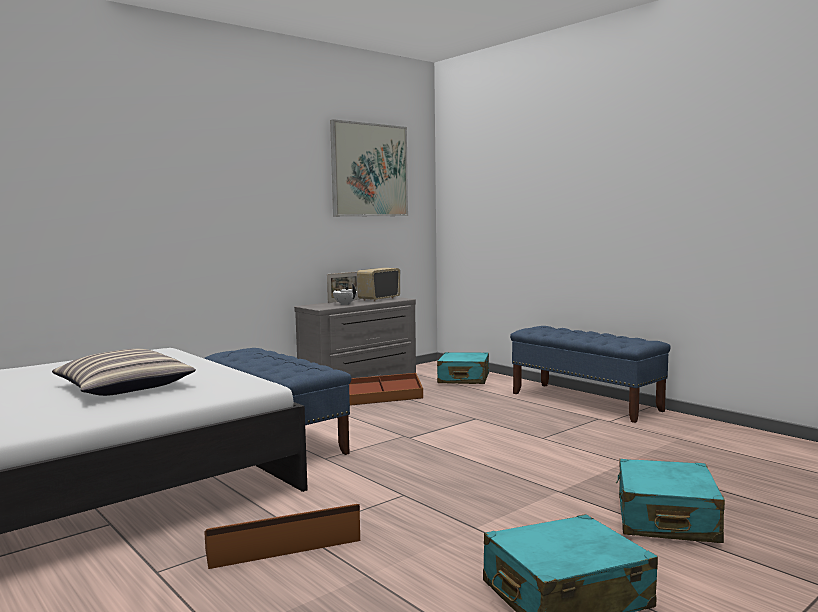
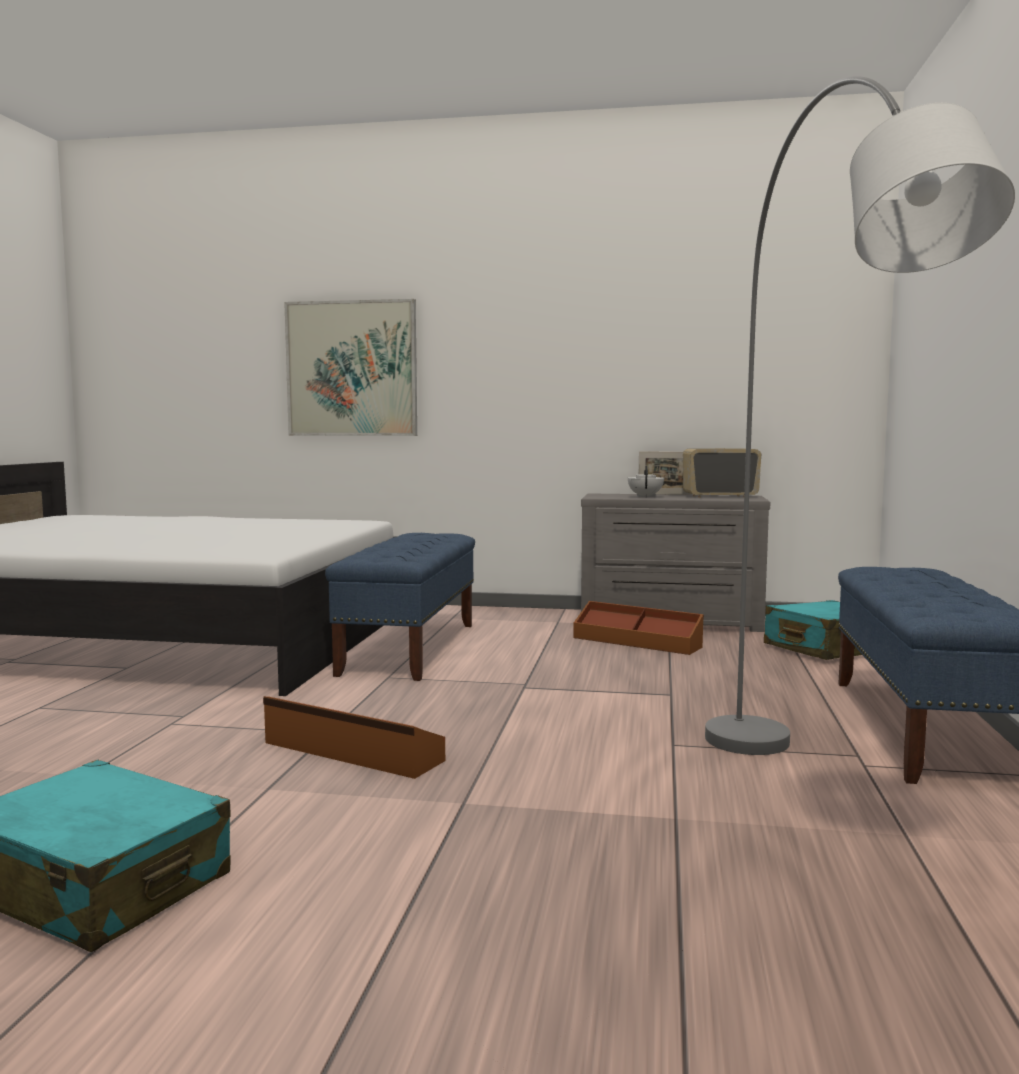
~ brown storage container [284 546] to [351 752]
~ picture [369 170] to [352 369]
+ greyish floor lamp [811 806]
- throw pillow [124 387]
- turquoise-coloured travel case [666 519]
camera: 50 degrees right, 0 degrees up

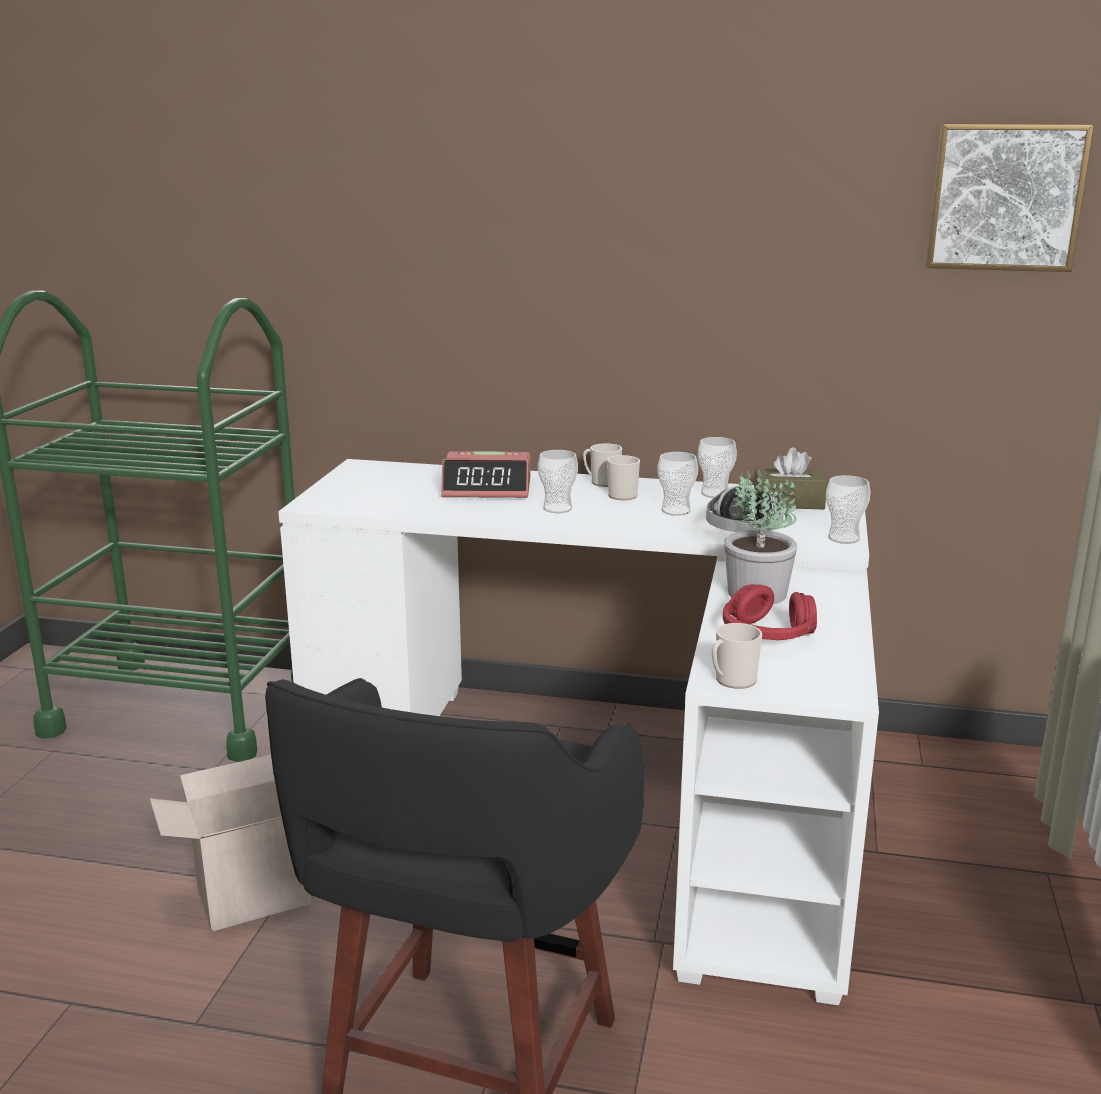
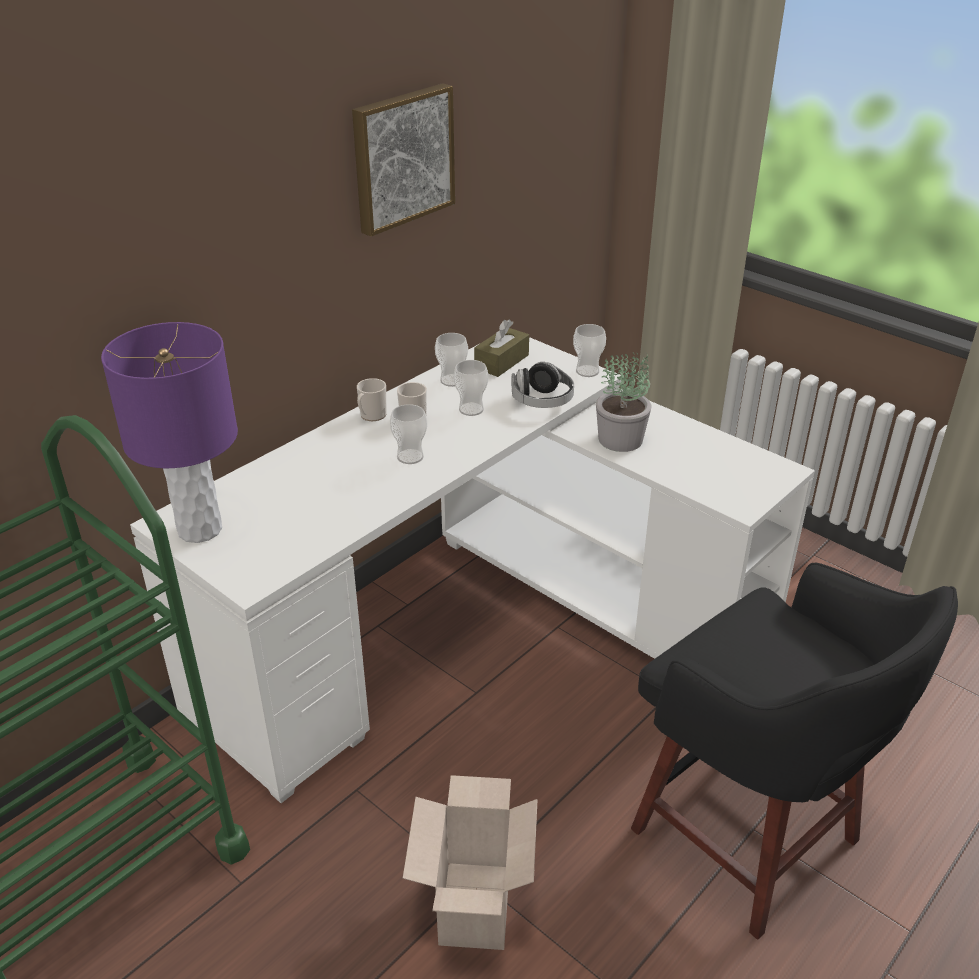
+ purple-coloured tabletop lamp [200 529]
~ picture [1005 197] to [401 157]
- alarm clock [487 488]
- mug [732 680]
- red pair of headphones [767 634]
camera: 60 degrees left, 15 degrees up

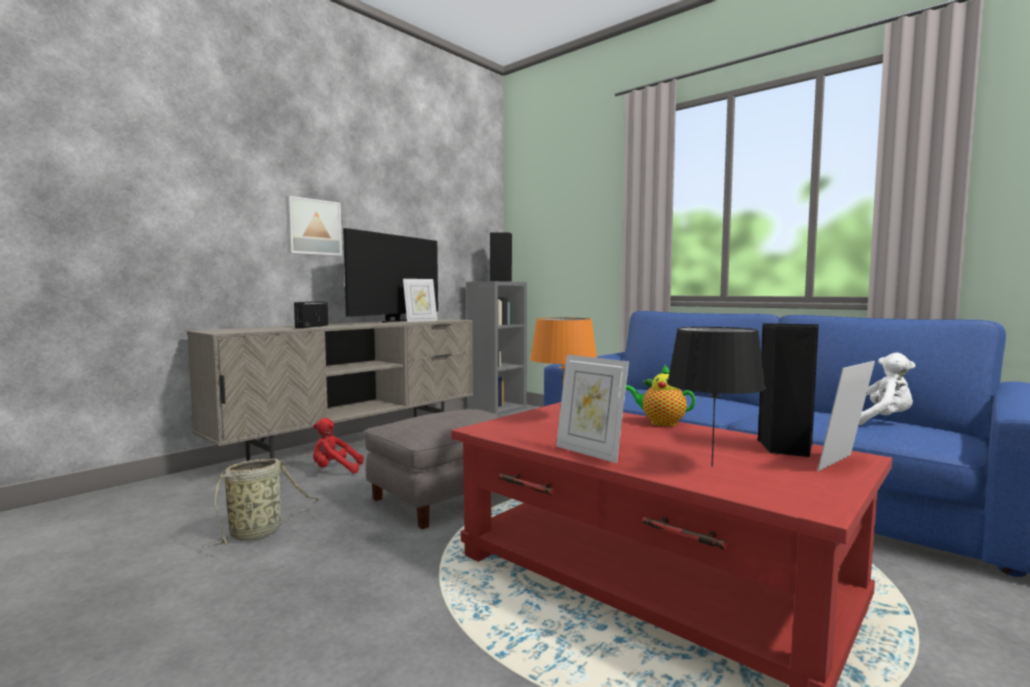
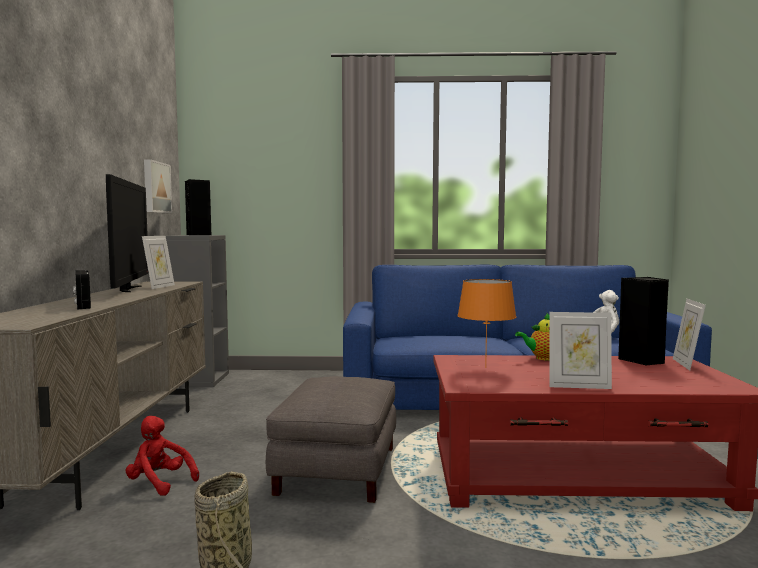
~ red cuddly toy [335 470] = [159 483] 75 degrees clockwise
~ picture [313 227] to [155 187]
- blackish tabletop lamp [713 466]
camera: 40 degrees left, 0 degrees up

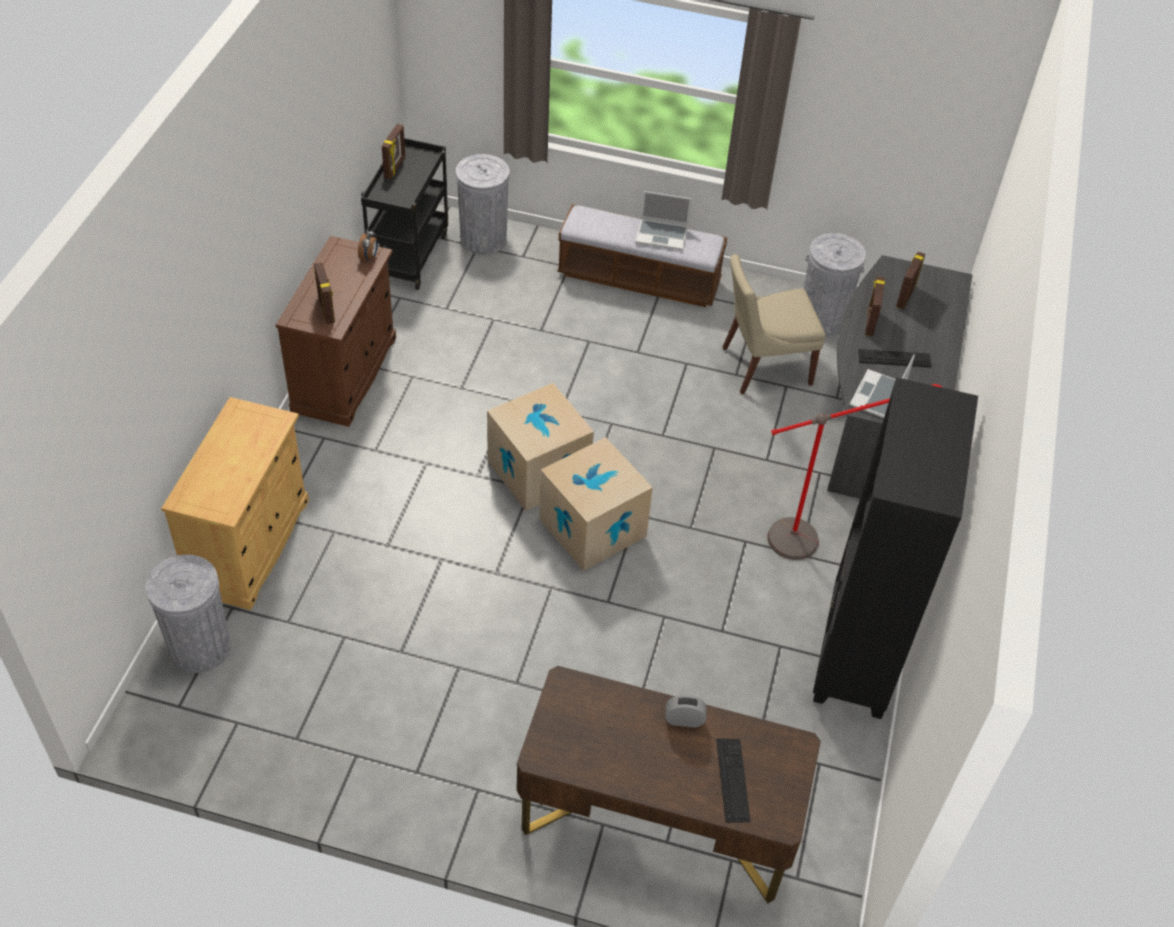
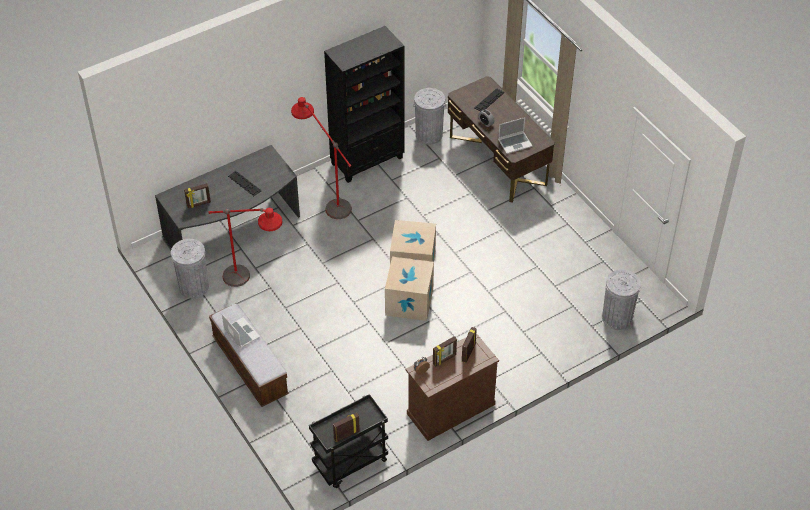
~ beige plain chair [763 366] to red floor lamp [252 283]
~ greyish trash can [483 239] to [429 135]
~ photo frame [870 322] to [444 360]
~ portable computer [878 397] to [515 143]
- beige cabinet [249 545]
camera: 135 degrees left, 0 degrees up

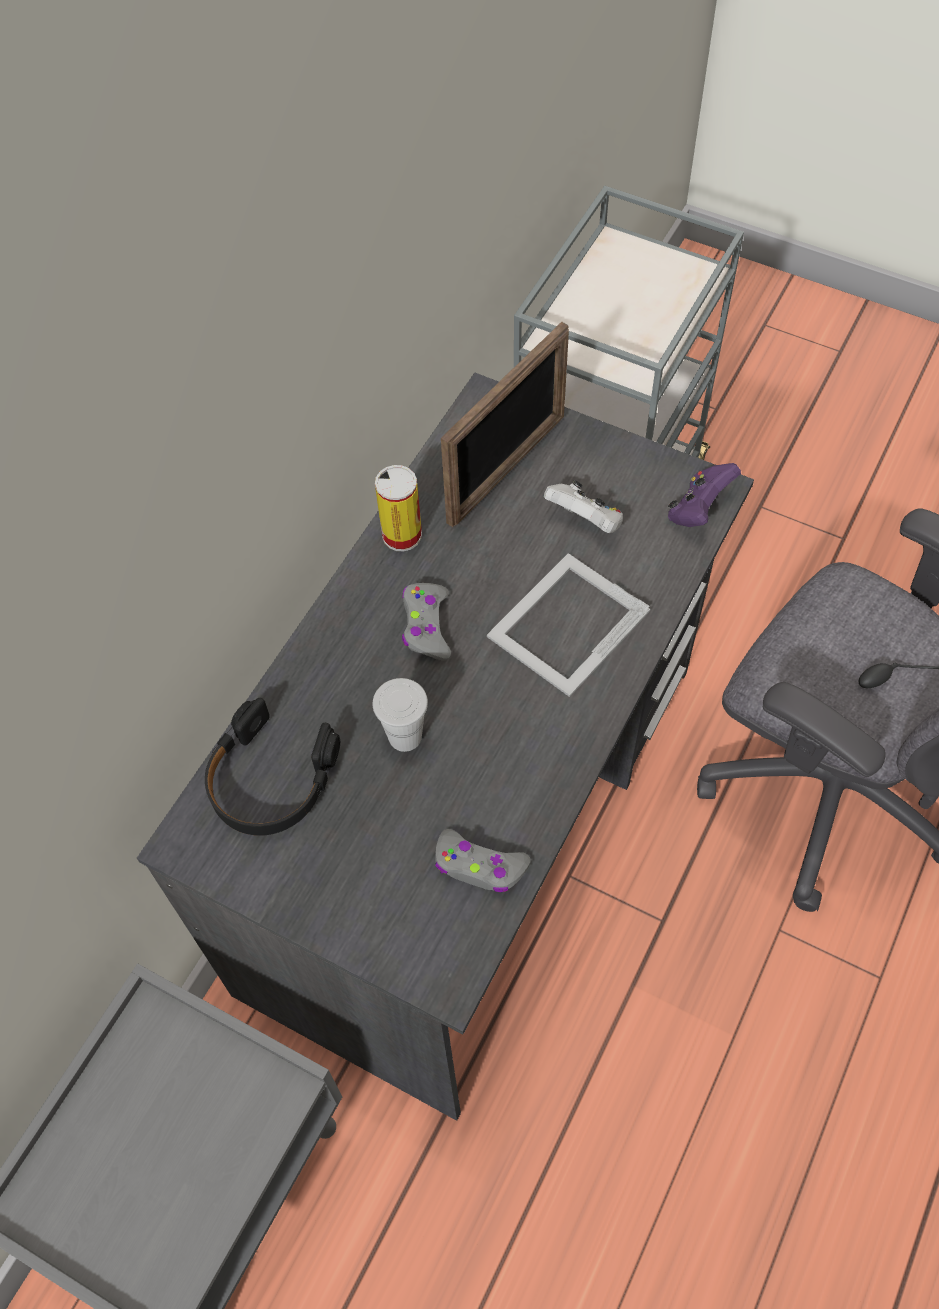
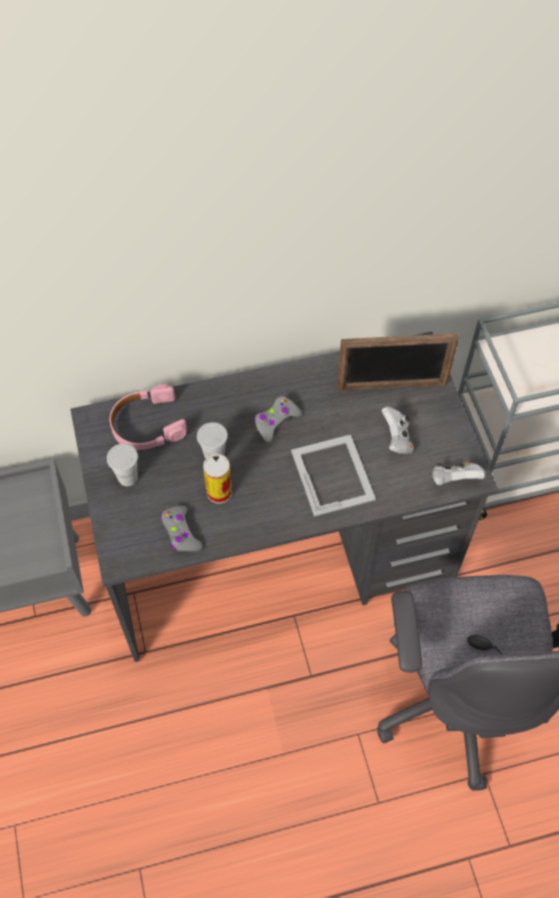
+ whitish small cup [127 478]
~ blackish pair of headphones [270 779] to pinkish pair of headphones [147 425]
~ metal can [402 535] to [219 492]
~ photo frame [566 624] = [333 474] 75 degrees clockwise
~ purple-coloured game controller [698 510] to whitish game controller [454 480]
camera: 45 degrees right, 0 degrees up

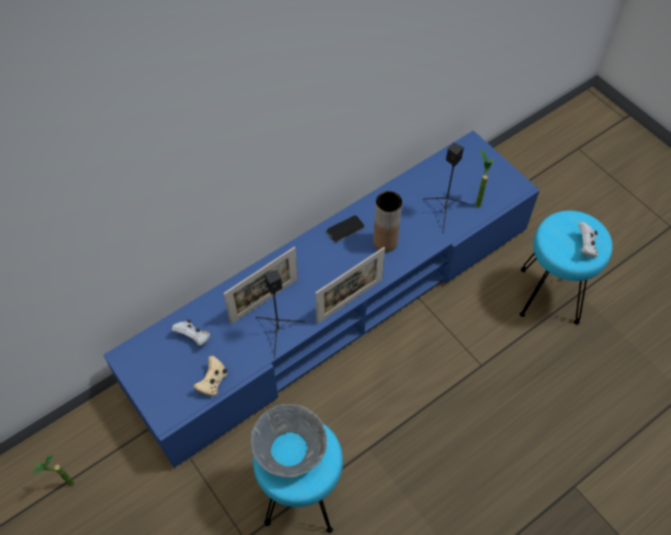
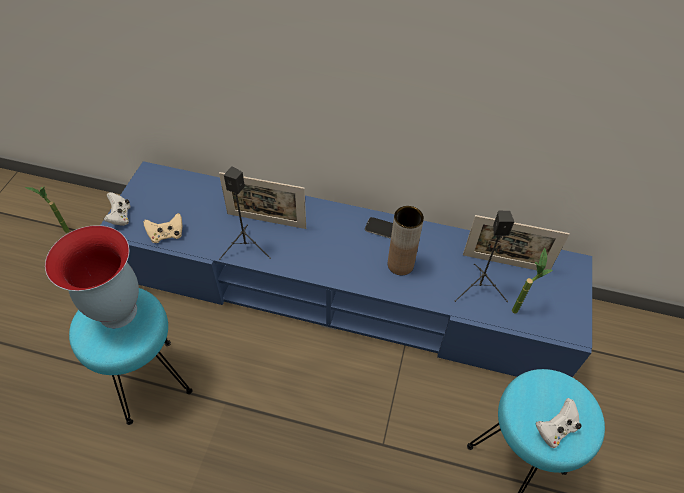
~ greyish serving bowl [290 450] to flower vase [117 313]
~ whitish game controller [194 337] to [120 216]
~ photo frame [349 301] to [505 263]
camera: 50 degrees right, 5 degrees down

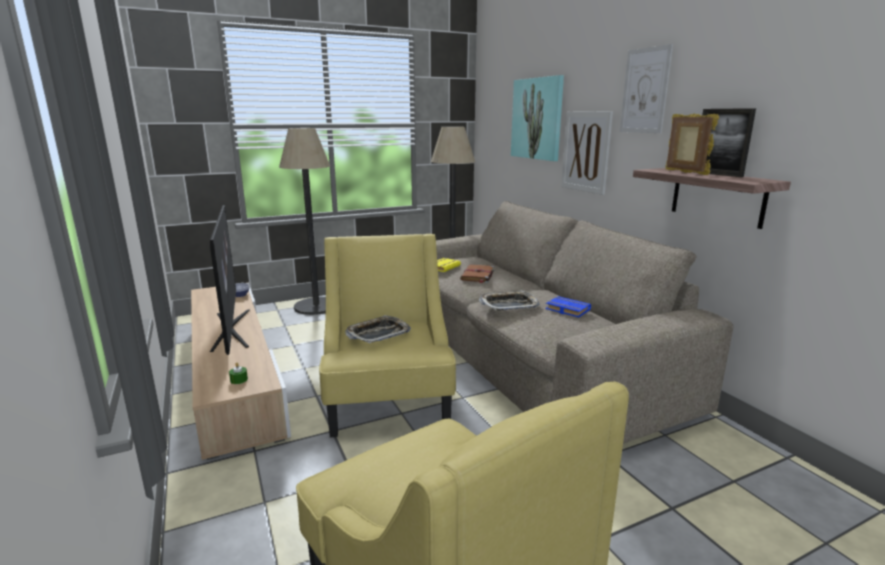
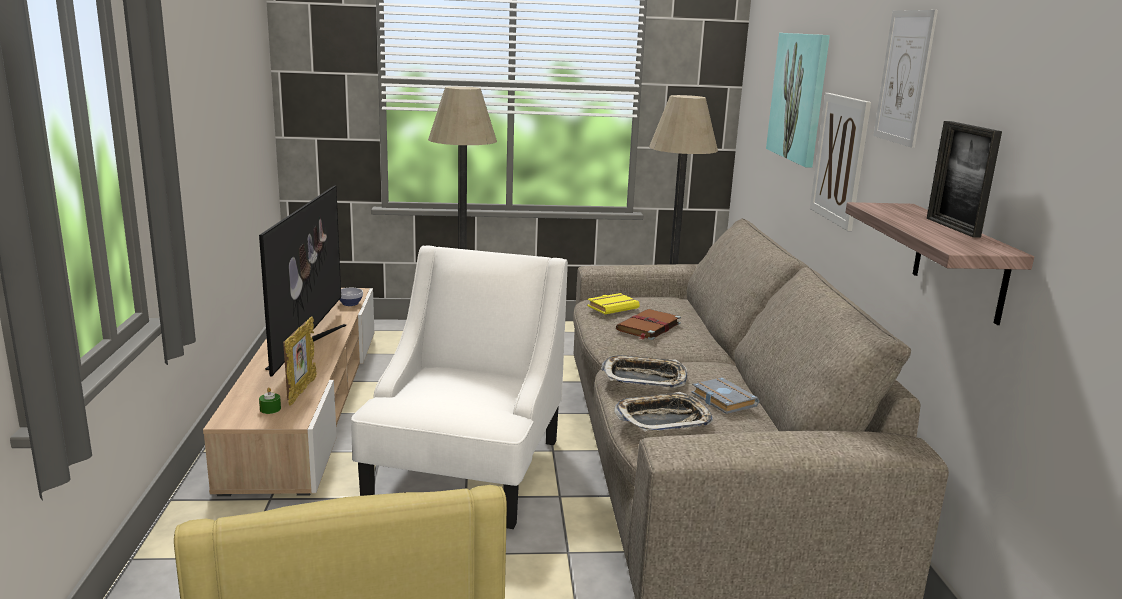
~ photo frame [684 173] to [301 391]
~ yellow-coloured easy chair [388 395] to whitish easy chair [466 470]
~ carrying tray [378 334] to [663 419]
~ bluish bound book [566 310] to greyish bound book [721 400]
camera: 20 degrees right, 0 degrees up

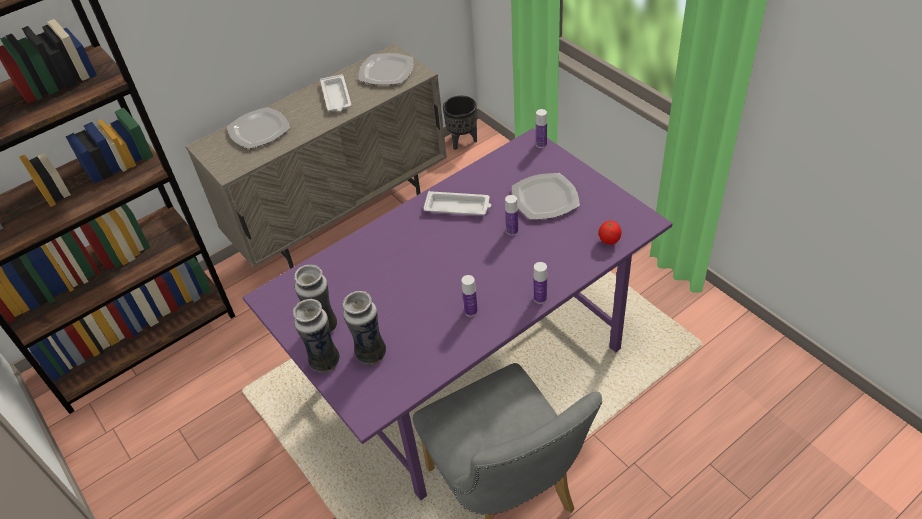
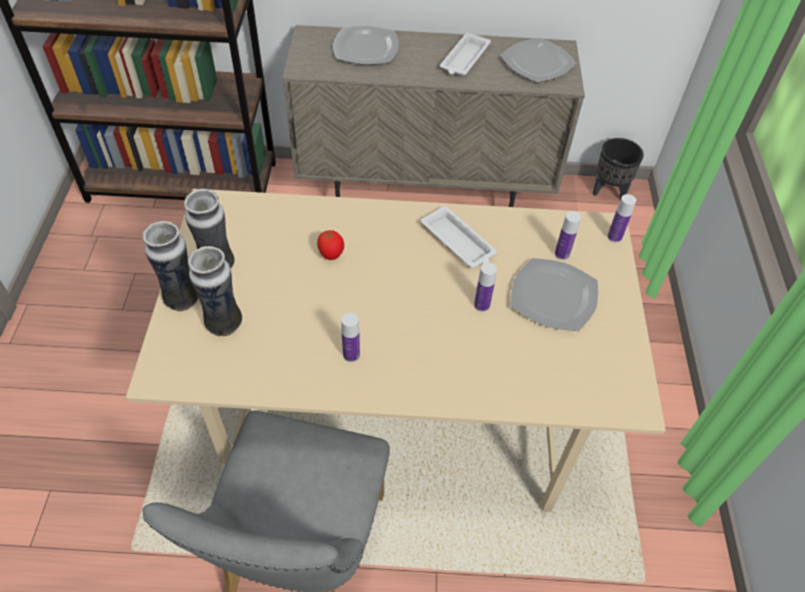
~ purple-coloured dining table [472 365] to beige dining table [399 408]
~ whole tomato [609 241] to [331 255]
~ beverage bottle [540 298] to [562 254]
camera: 35 degrees right, 5 degrees up

